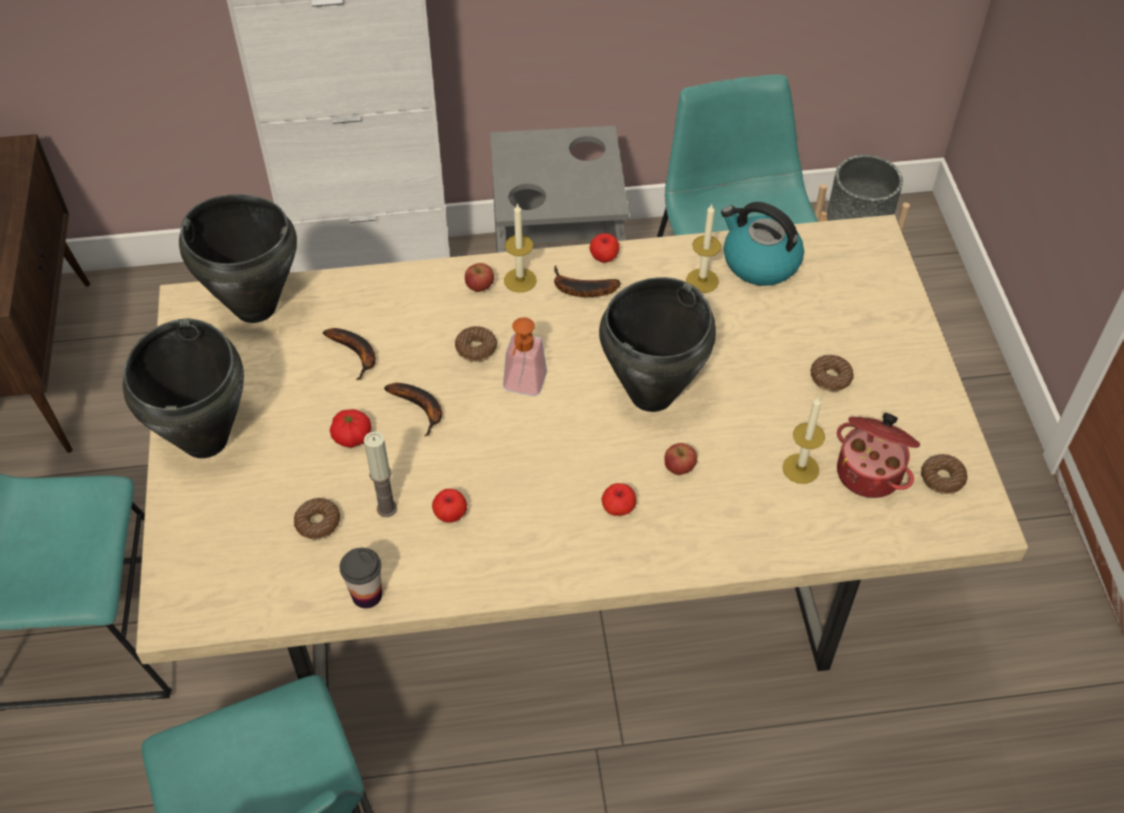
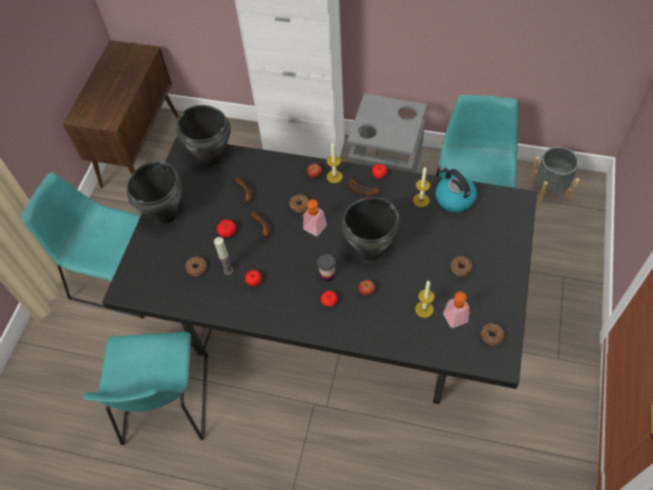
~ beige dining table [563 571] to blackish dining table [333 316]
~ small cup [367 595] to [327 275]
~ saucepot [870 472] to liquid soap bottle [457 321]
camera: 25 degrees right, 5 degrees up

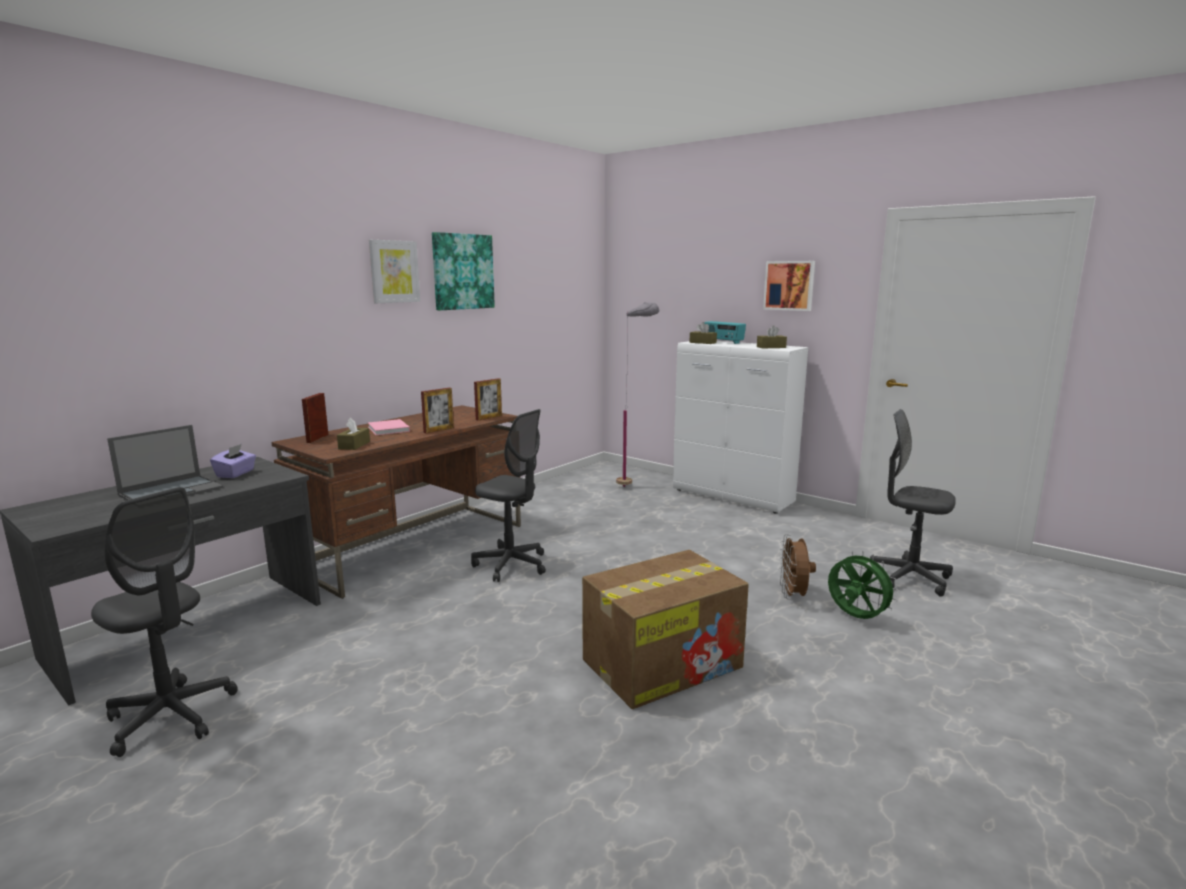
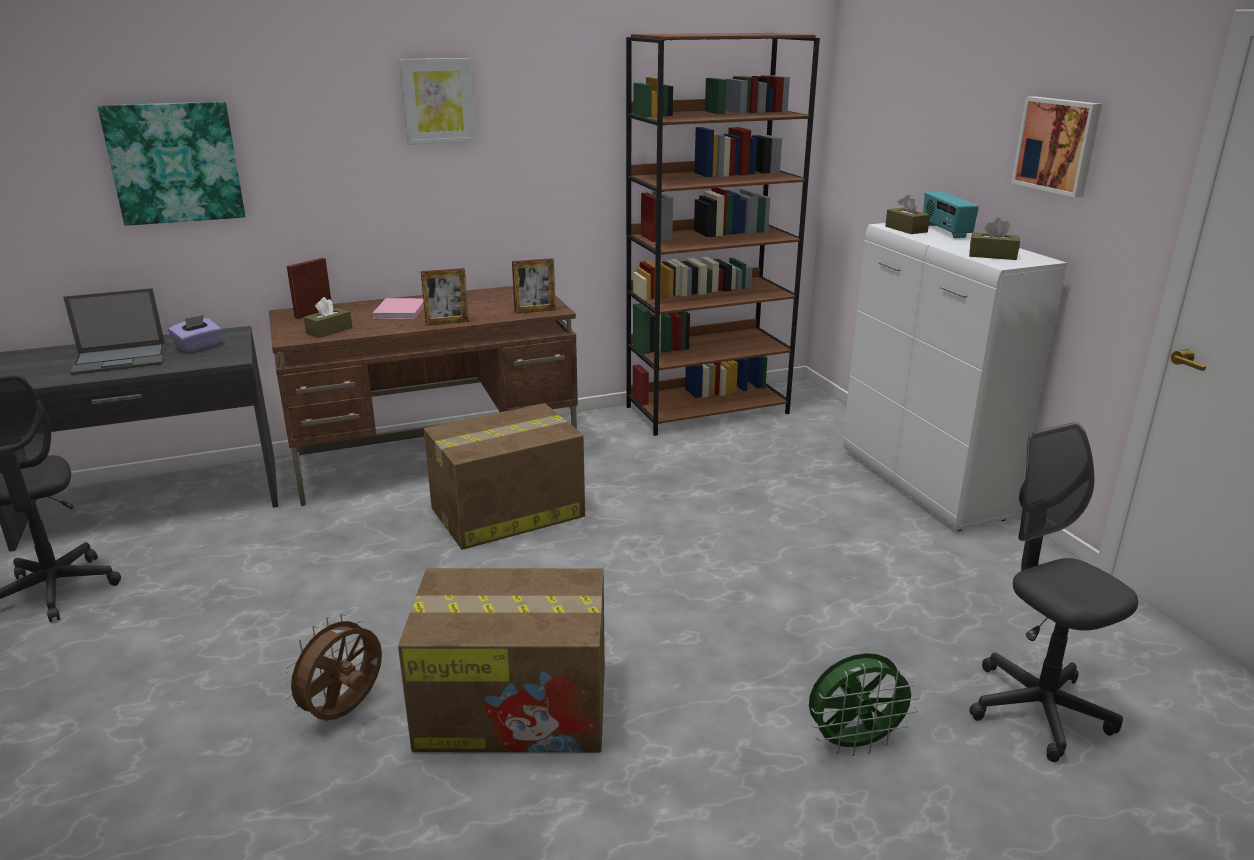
~ picture [462 271] to [175 163]
~ brown electric fan [793 596] to [344 712]
~ greyish computer chair [511 565] to carton [506 513]
+ brown bookcase [707 410]
~ green-coloured electric fan [855 617] = [854 743] 90 degrees clockwise
- greyish floor lamp [635 484]
camera: 30 degrees right, 10 degrees up

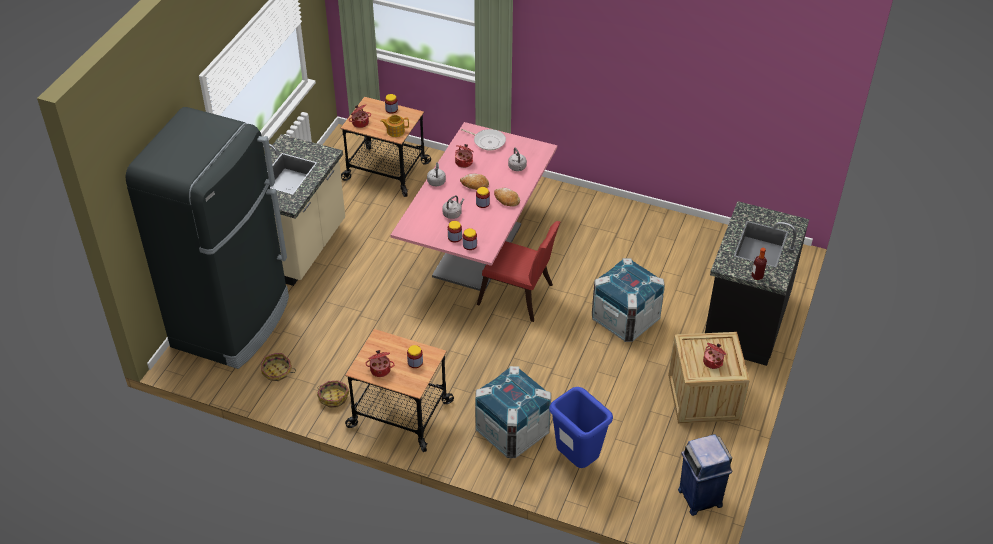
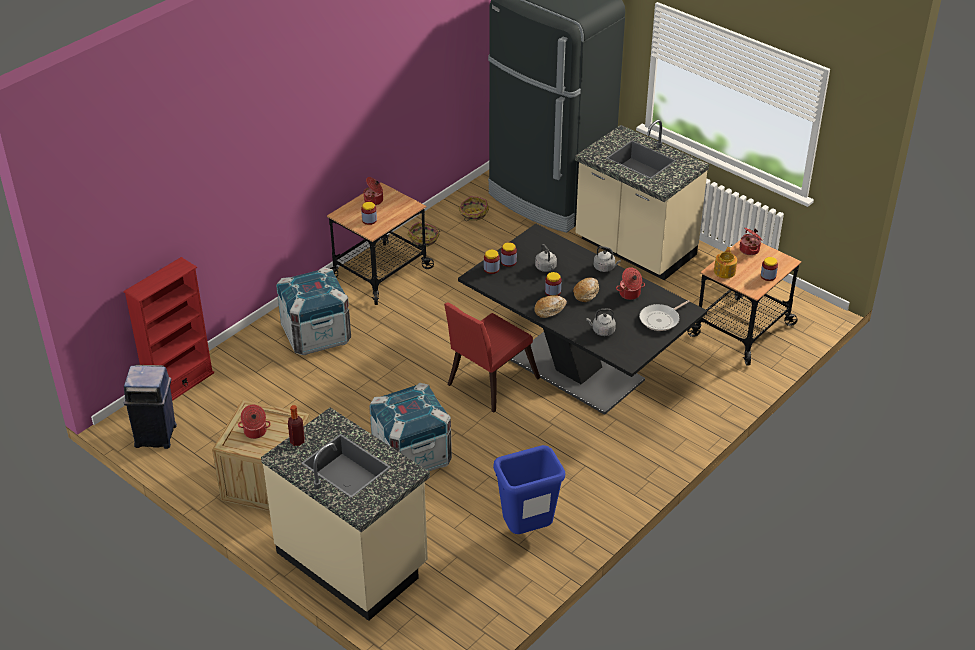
+ red bookcase [180 385]
~ blackish kitchen base unit [744 320] to beige kitchen base unit [353 560]
~ pinkish dining table [477 250] to blackish dining table [576 370]
~ bluish trash can [577 460] to [527 530]
camera: 110 degrees right, 5 degrees down

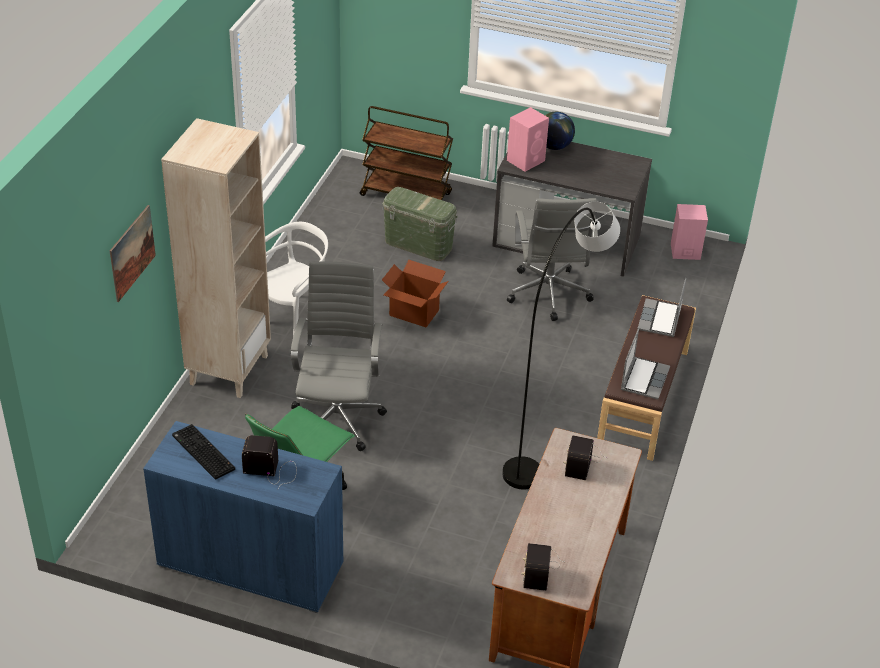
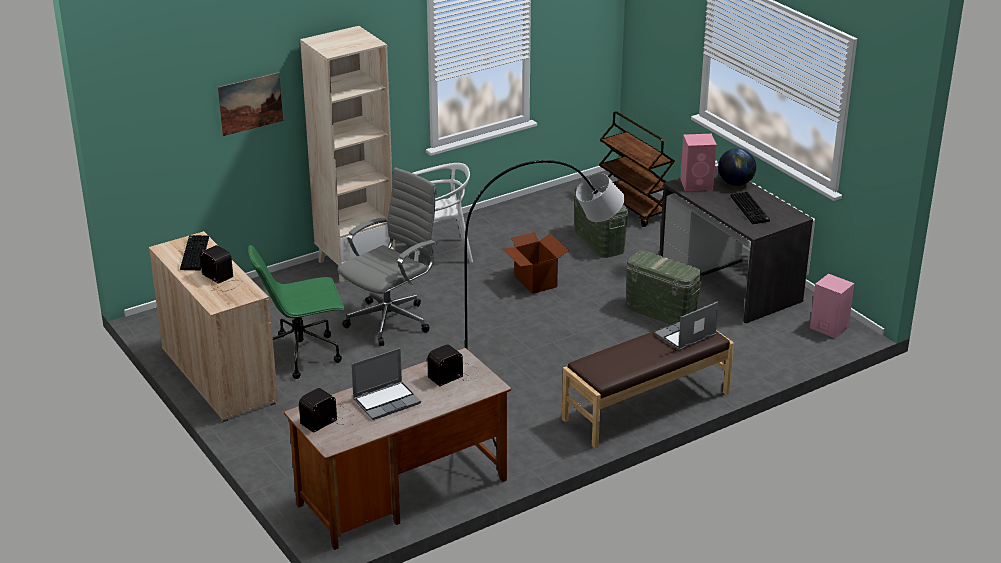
~ bluish cabinet [250 564] to beige cabinet [219 376]
~ portable computer [644 378] to [387 401]
~ greyish computer chair [548 296] to green-coloured storage container [660 311]
+ keyboard [751 209]
camera: 40 degrees right, 10 degrees down

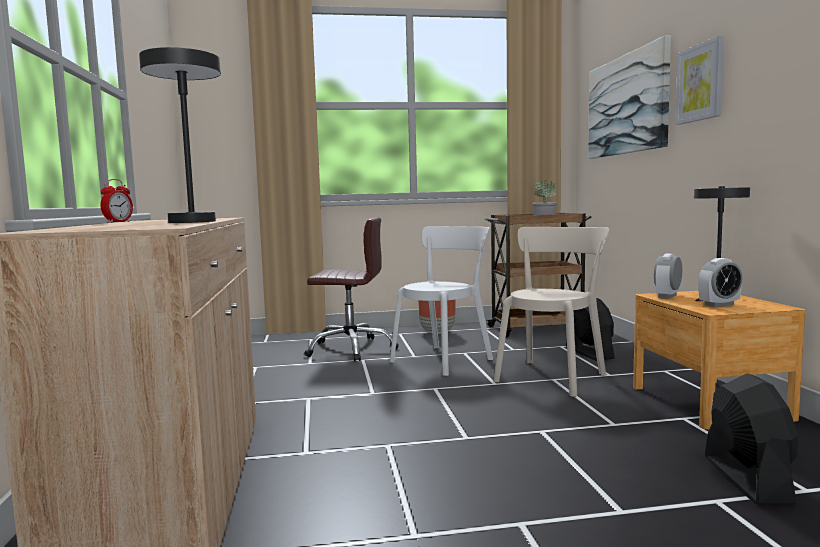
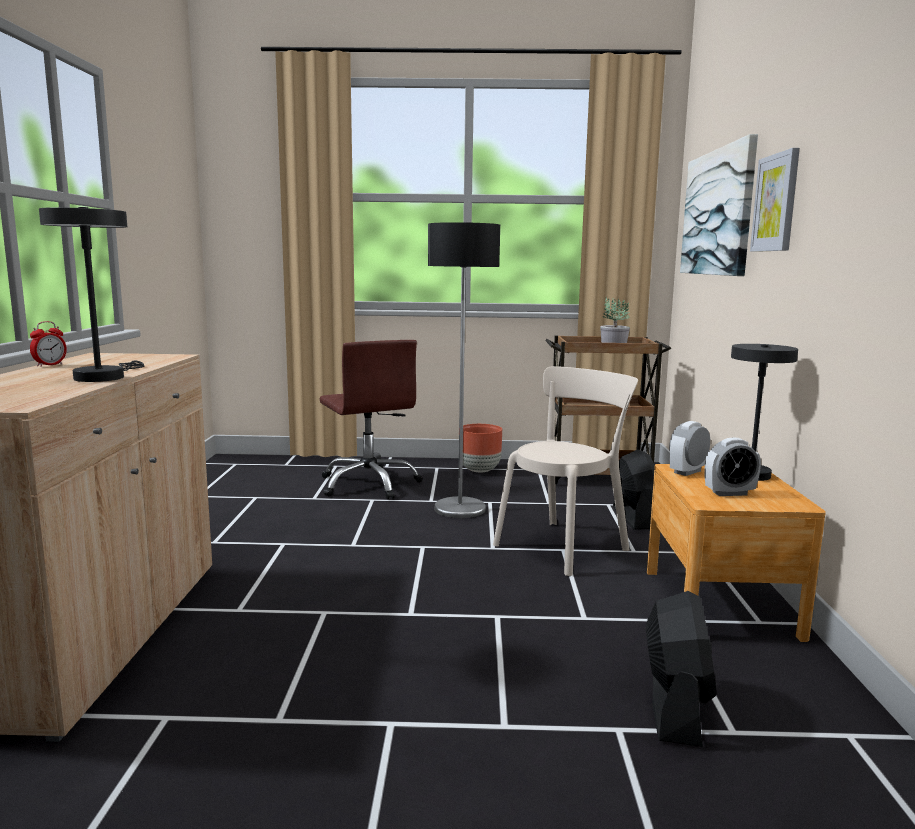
~ brown computer chair [351 349] = [369 484] 45 degrees clockwise
~ whitish plain chair [444 359] to floor lamp [460 509]
camera: 10 degrees right, 5 degrees up

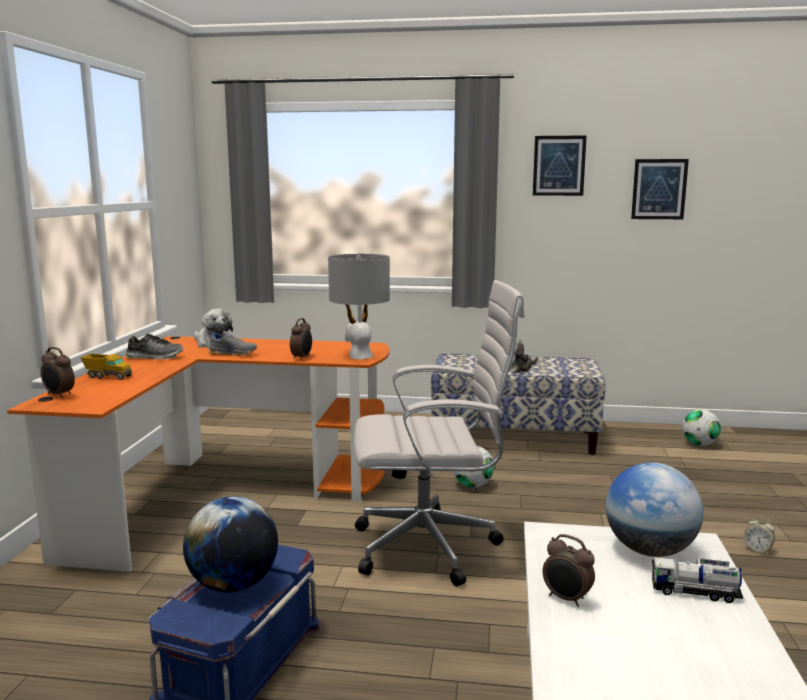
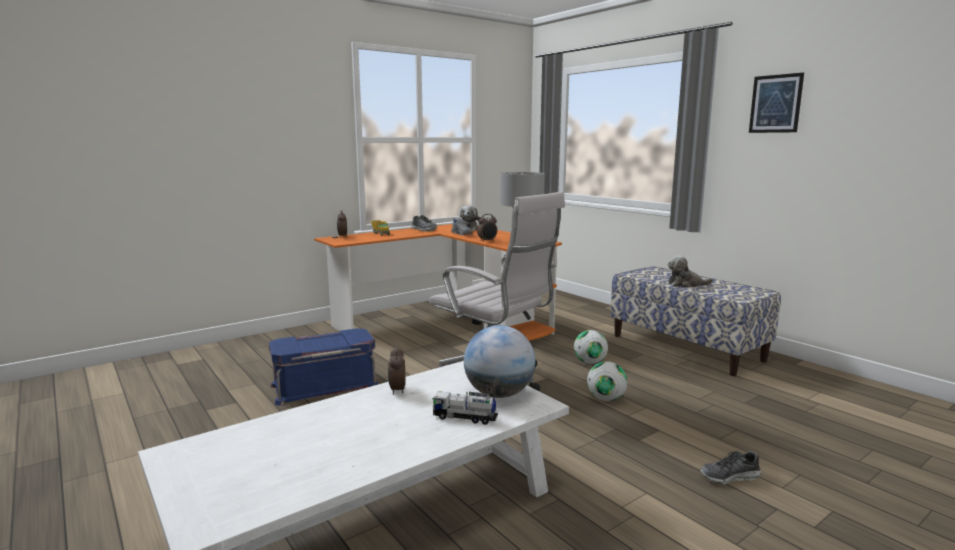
~ model truck [695 593] = [465 418] 45 degrees counterclockwise
~ ball for football [699 444] to [606 399]
~ alarm clock [757 549] to item of footwear [729 477]
- desk globe [233 585]
- picture [659 189]
camera: 45 degrees right, 0 degrees up

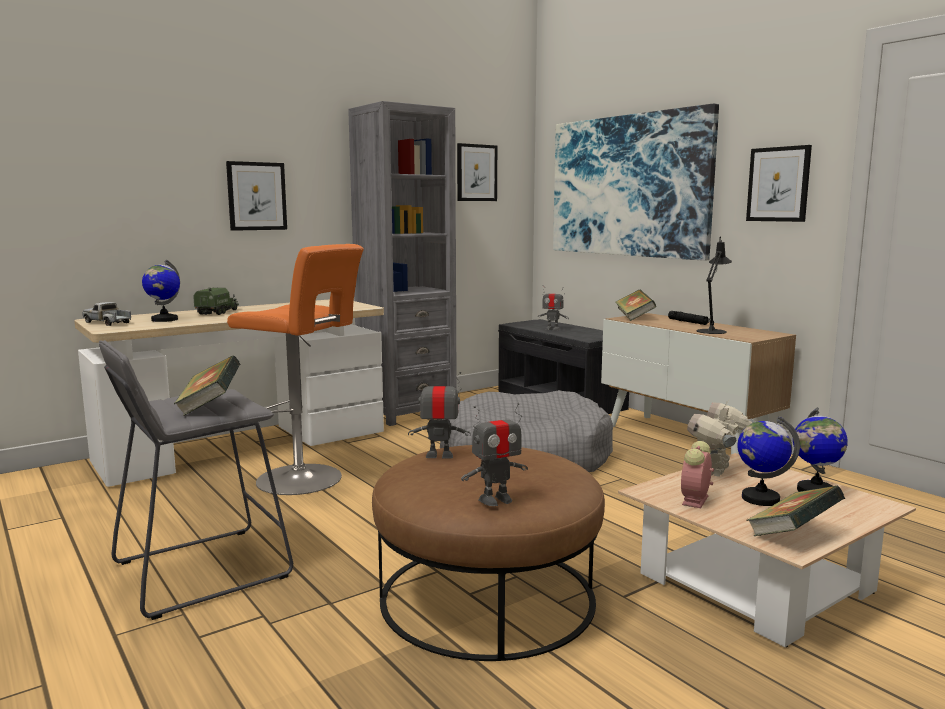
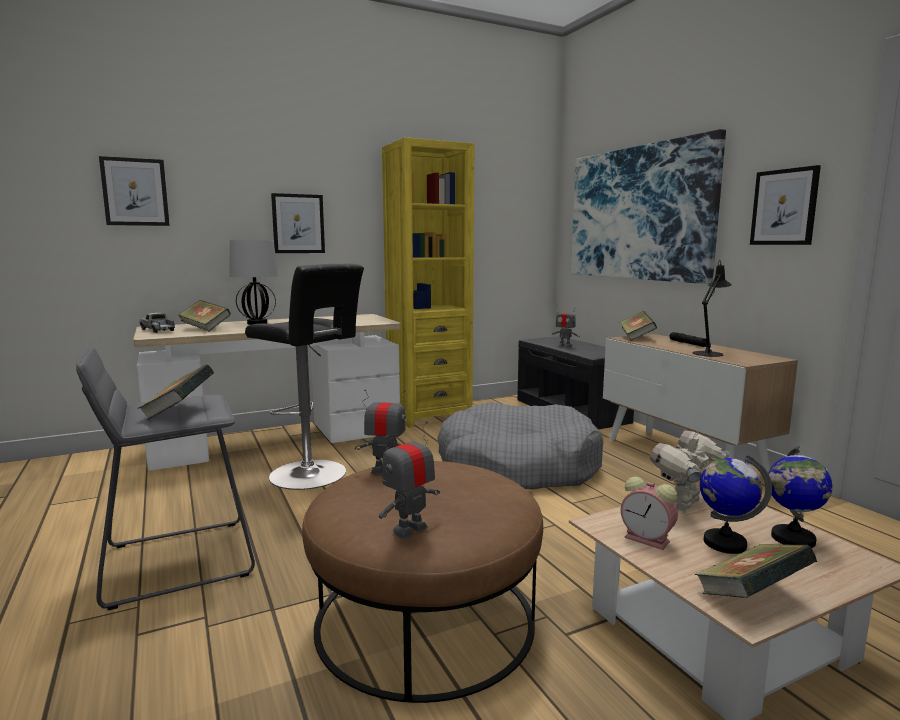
~ picture [476 173] to [135 192]
~ desk globe [164 320] to bound book [205 329]
~ model truck [218 312] to tabletop lamp [256 323]
~ orangey stool seat [304 480] to blackish stool seat [312 475]
~ model robot [495 500] = [409 530] 150 degrees clockwise
~ greyish bookcase [406 412] to yellow-coloured bookcase [429 415]
~ alarm clock [695 501] = [648 540] 90 degrees counterclockwise
camera: 10 degrees right, 0 degrees up

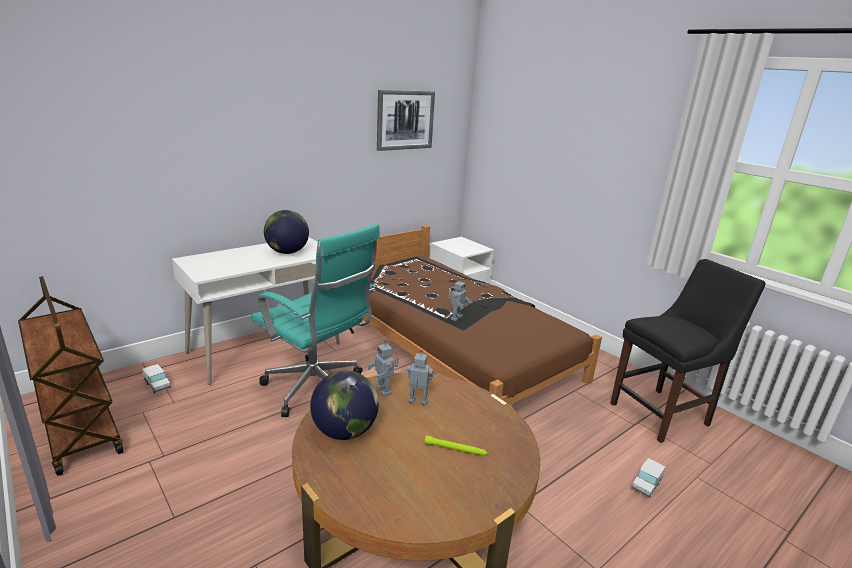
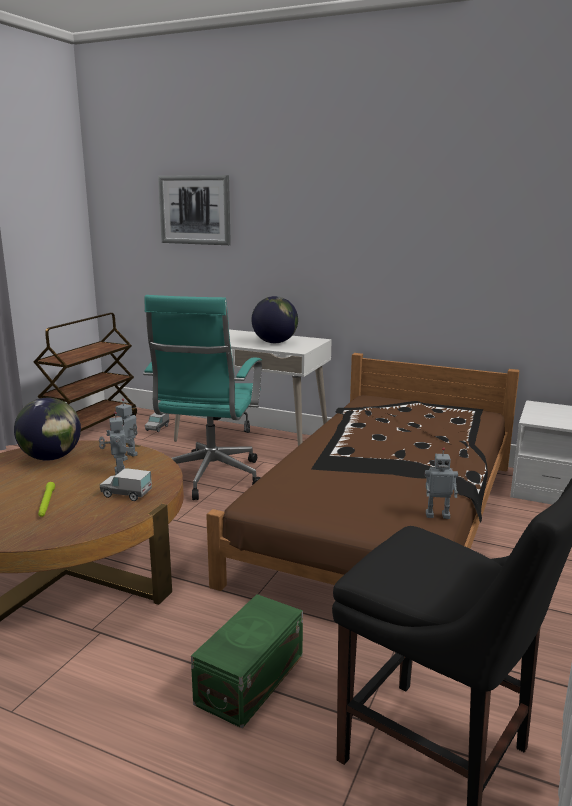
~ model truck [646 486] to [126 494]
~ picture [405 120] to [195 210]
+ green-coloured storage container [248 679]
~ model robot [455 318] to [437 515]
camera: 65 degrees right, 5 degrees down

